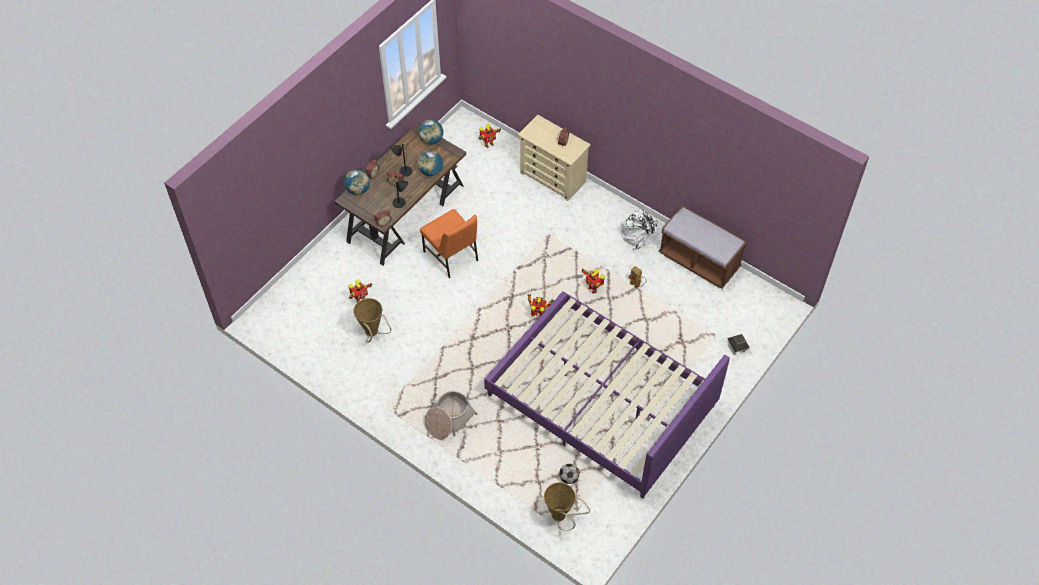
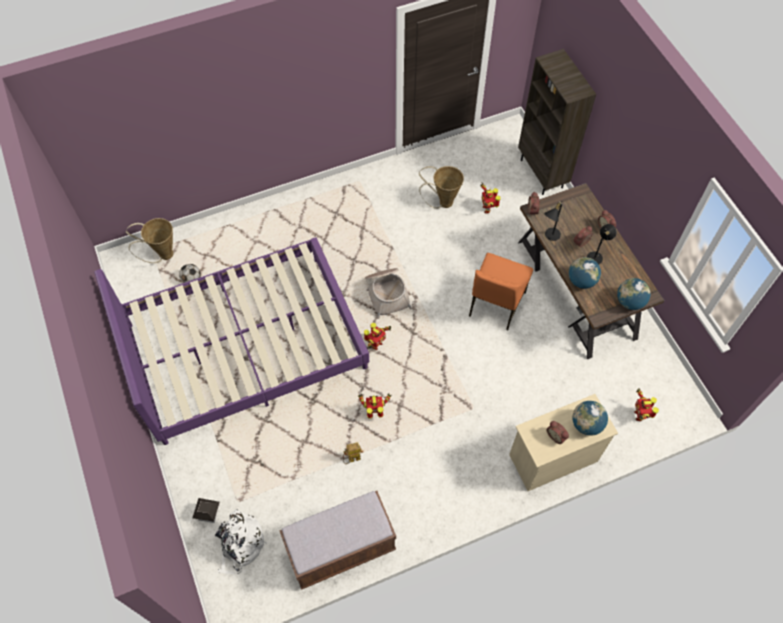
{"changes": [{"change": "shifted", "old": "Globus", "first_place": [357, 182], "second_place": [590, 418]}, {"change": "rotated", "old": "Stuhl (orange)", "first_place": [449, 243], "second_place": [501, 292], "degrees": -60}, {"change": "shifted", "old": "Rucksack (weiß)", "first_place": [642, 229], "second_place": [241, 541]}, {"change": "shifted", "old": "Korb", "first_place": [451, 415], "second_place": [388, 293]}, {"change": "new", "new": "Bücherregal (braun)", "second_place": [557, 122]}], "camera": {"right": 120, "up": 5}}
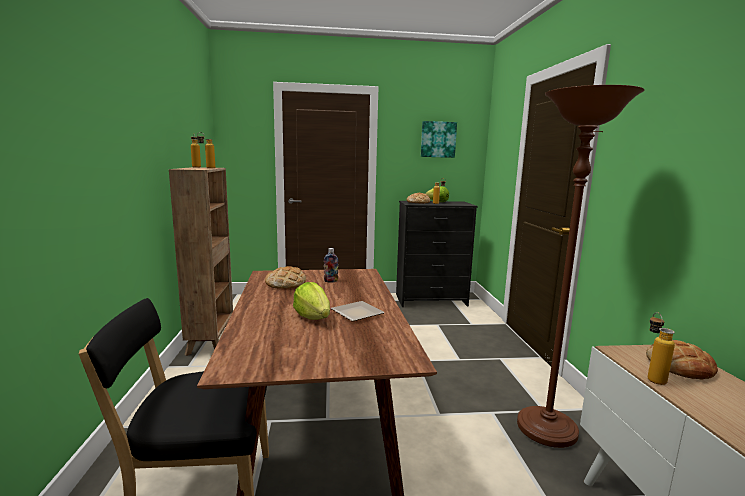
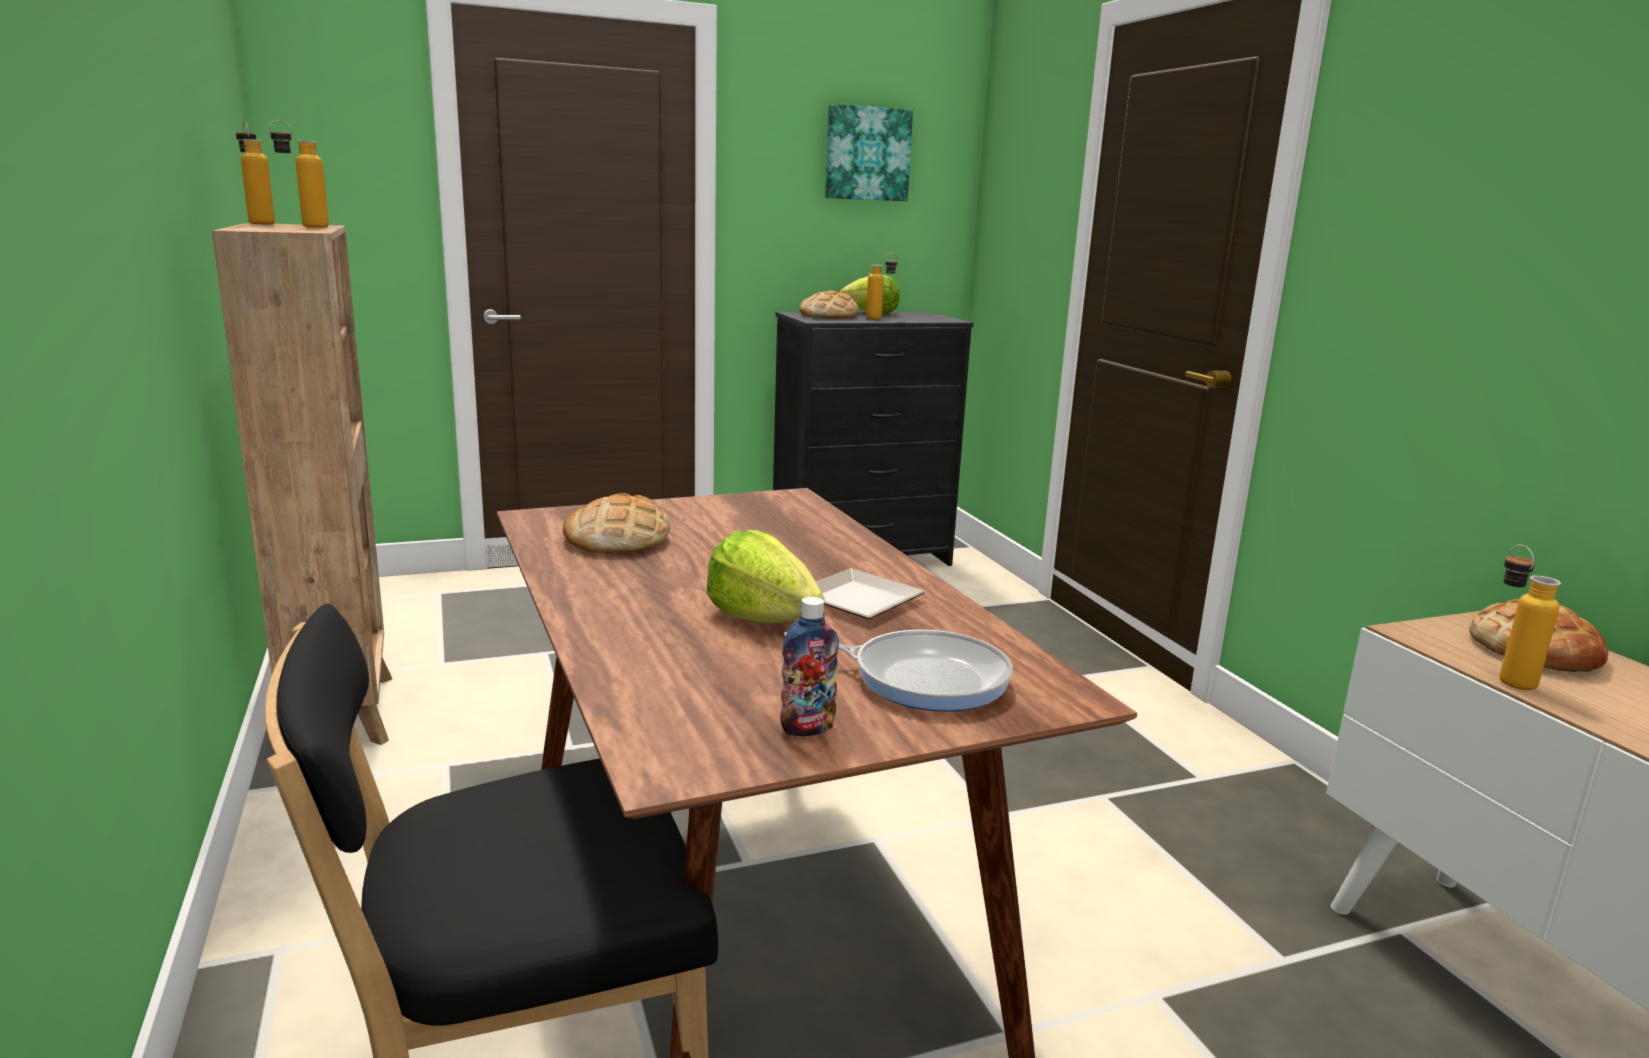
{"changes": [{"change": "gone", "old": "Stehlampe (braun)", "first_place": [581, 266]}, {"change": "shifted", "old": "Flasche", "first_place": [331, 265], "second_place": [809, 666]}, {"change": "new", "new": "Pfanne", "second_place": [898, 670]}], "camera": {"right": -15, "up": 5}}
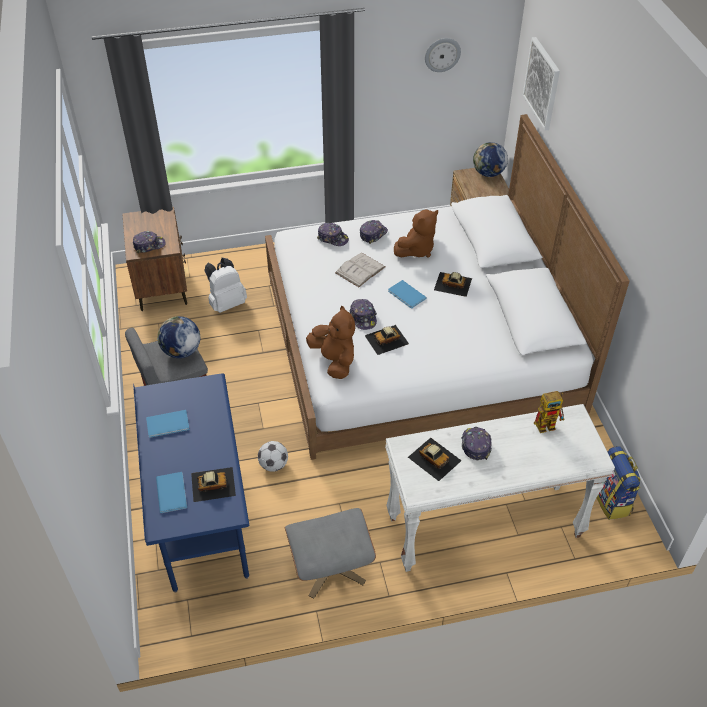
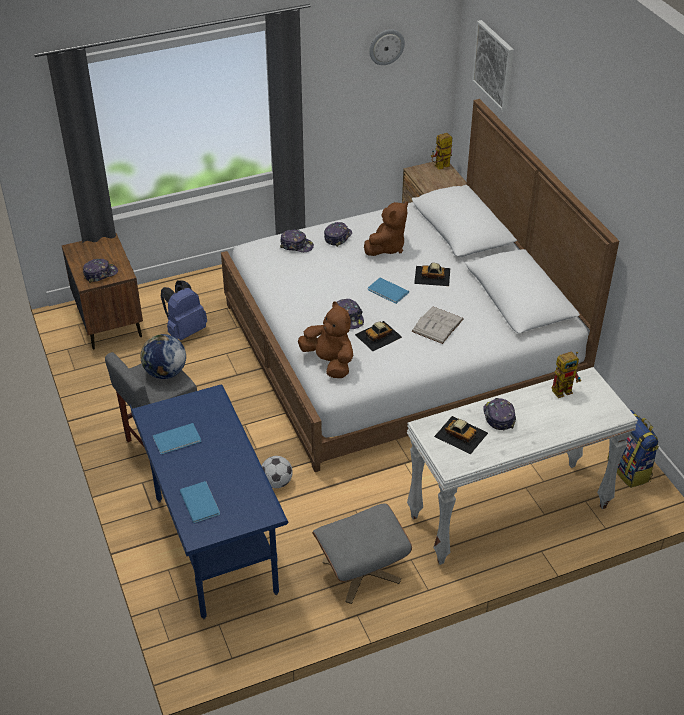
{"changes": [{"change": "swapped", "old": "Globus", "new": "Spielzeugroboter", "first_place": [490, 159], "second_place": [441, 151]}, {"change": "shifted", "old": "Buch (weiß)", "first_place": [360, 270], "second_place": [437, 325]}, {"change": "repainted", "old": "Rucksack (weiß)", "new": "Rucksack (blau)", "first_place": [225, 285], "second_place": [184, 310]}, {"change": "gone", "old": "Spielzeugauto", "first_place": [213, 484]}], "camera": {"right": -10, "up": -5}}
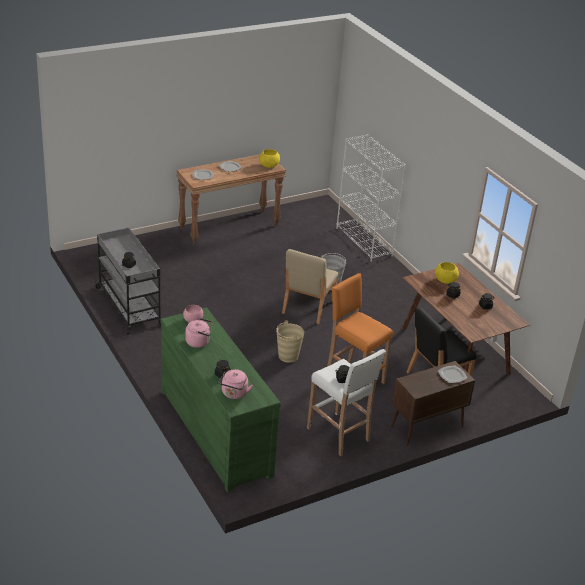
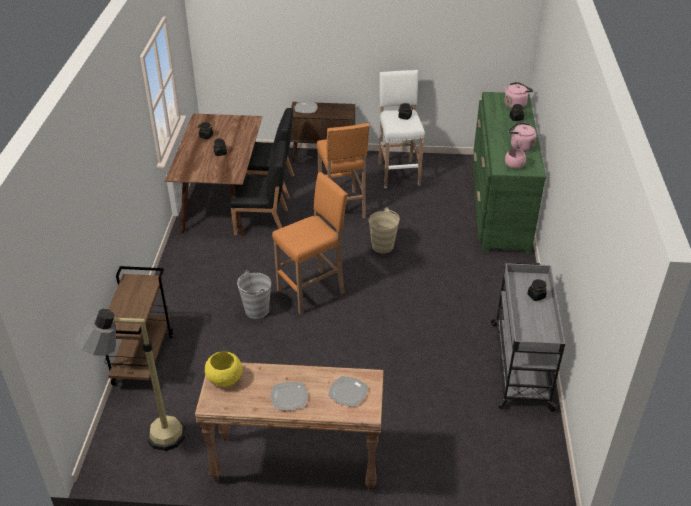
{"changes": [{"change": "swapped", "old": "Bücherregal (weiß)", "new": "Rollwagen (braun)", "first_place": [371, 198], "second_place": [139, 325]}, {"change": "swapped", "old": "Stuhl (beige)", "new": "Hocker (orange)", "first_place": [310, 286], "second_place": [310, 243]}, {"change": "gone", "old": "Schüssel (gelb)", "first_place": [447, 273]}, {"change": "new", "new": "Stuhl (schwarz)", "second_place": [259, 188]}, {"change": "new", "new": "Stehlampe", "second_place": [130, 380]}], "camera": {"right": -145, "up": 5}}
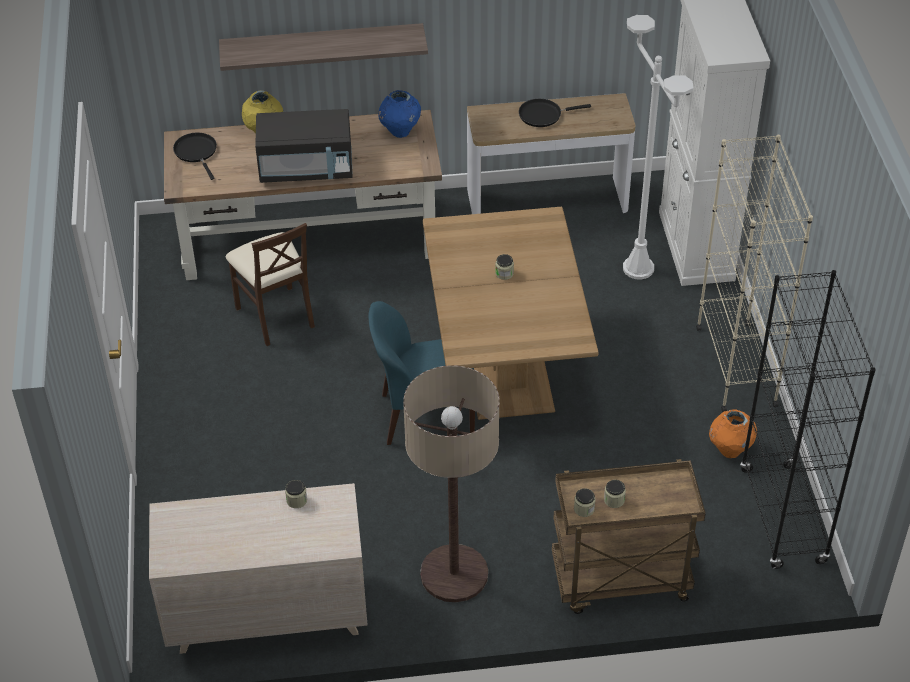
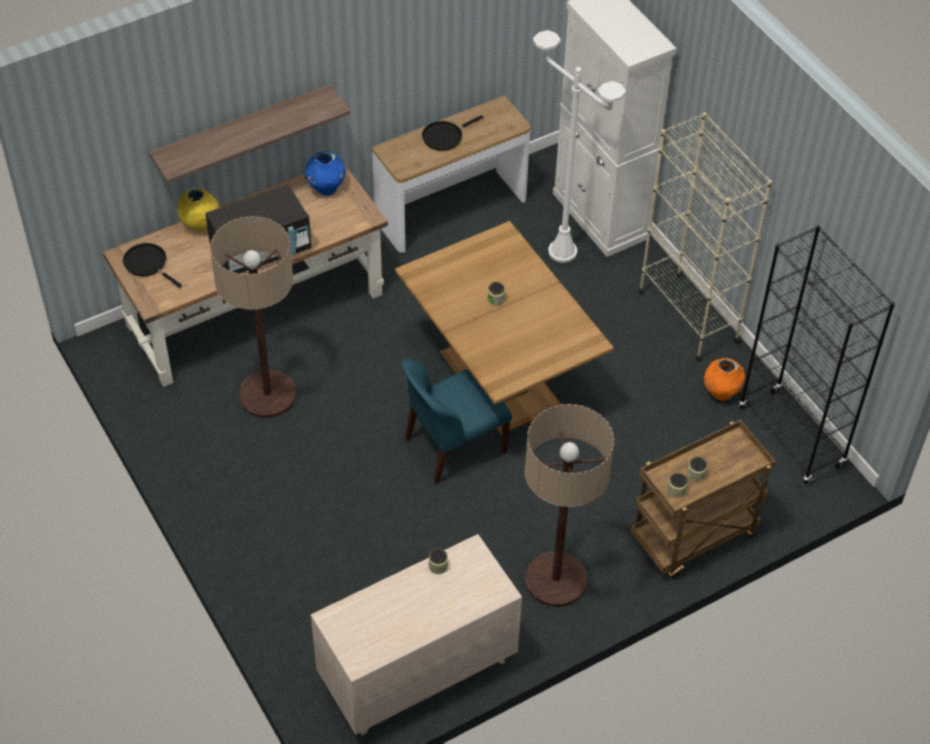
{"changes": [{"change": "swapped", "old": "Stuhl (beige)", "new": "Stehlampe", "first_place": [270, 284], "second_place": [253, 317]}], "camera": {"right": -25, "up": 5}}
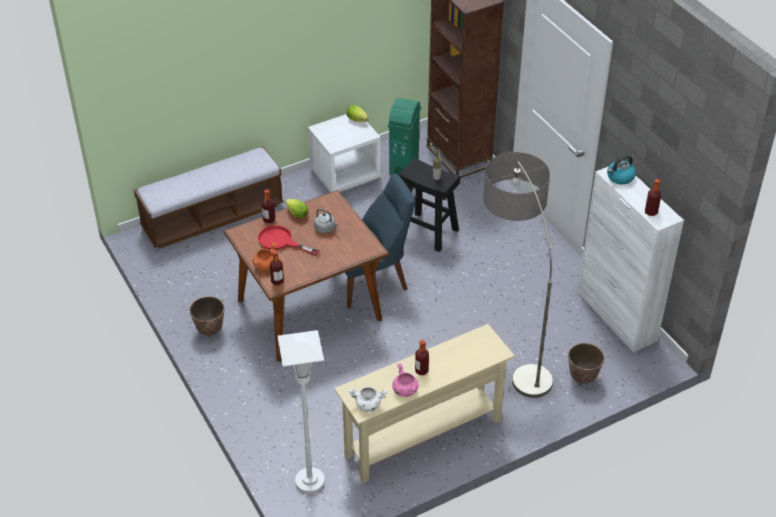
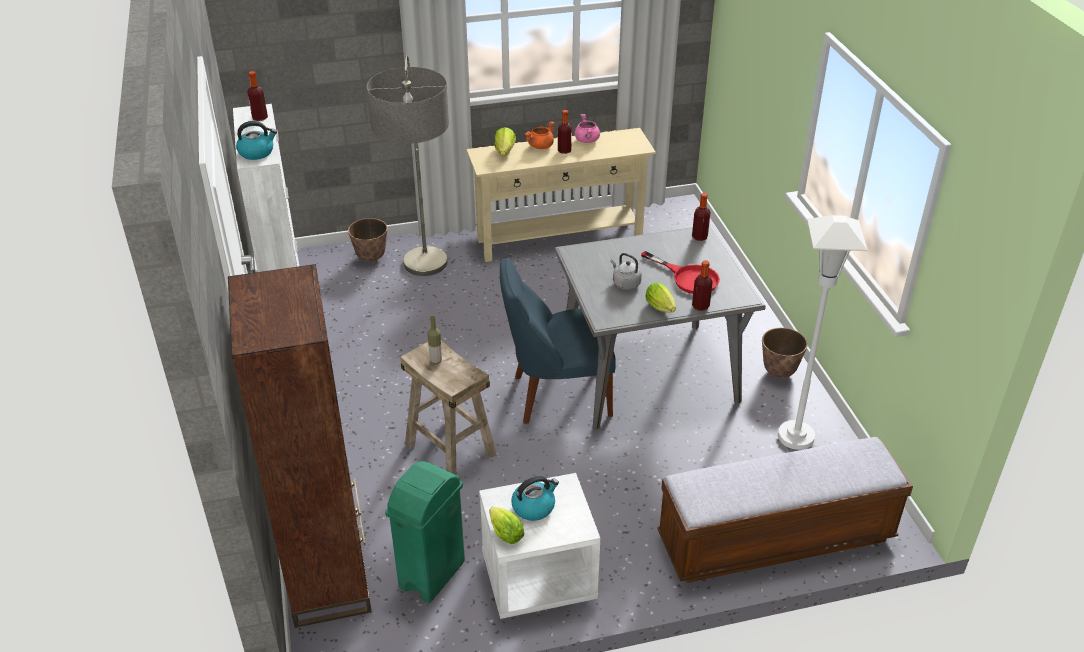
{"changes": [{"change": "repainted", "old": "Hocker (schwarz)", "new": "Hocker (beige)", "first_place": [429, 205], "second_place": [448, 408]}, {"change": "repainted", "old": "Esstisch (braun)", "new": "Esstisch (grau)", "first_place": [306, 276], "second_place": [660, 327]}, {"change": "shifted", "old": "Kochtopf (orange)", "first_place": [265, 257], "second_place": [540, 135]}, {"change": "shifted", "old": "Stehlampe (weiß)", "first_place": [301, 412], "second_place": [822, 332]}, {"change": "gone", "old": "Kochtopf (weiß)", "first_place": [368, 399]}, {"change": "new", "new": "Salatkopf", "second_place": [505, 141]}, {"change": "new", "new": "Wasserkessel", "second_place": [535, 498]}], "camera": {"right": -165, "up": -5}}
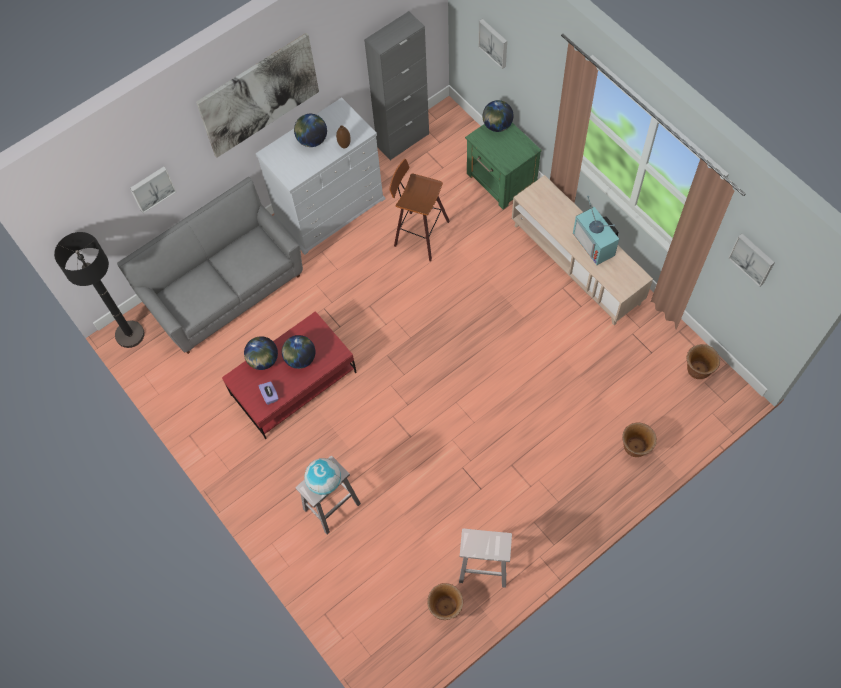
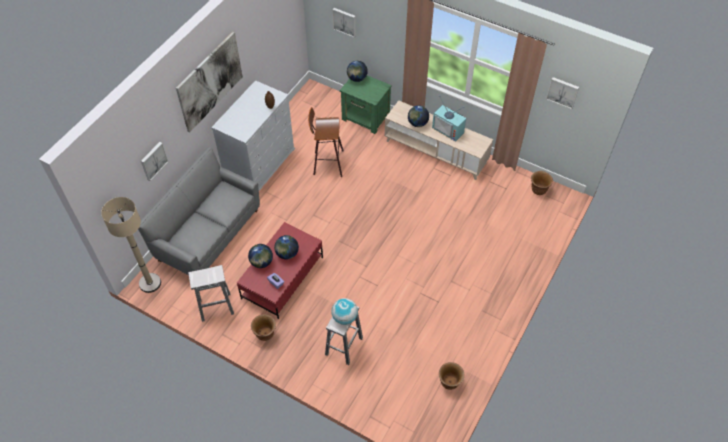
{"changes": [{"change": "gone", "old": "Schrank (grau)", "first_place": [396, 86]}, {"change": "shifted", "old": "Globus", "first_place": [310, 130], "second_place": [418, 116]}, {"change": "repainted", "old": "Stehlampe (schwarz)", "new": "Stehlampe (beige)", "first_place": [99, 290], "second_place": [131, 245]}, {"change": "shifted", "old": "Pflanzkübel (braun)", "first_place": [639, 440], "second_place": [263, 327]}, {"change": "shifted", "old": "Hocker (weiß)", "first_place": [485, 558], "second_place": [211, 293]}], "camera": {"right": -25, "up": -10}}
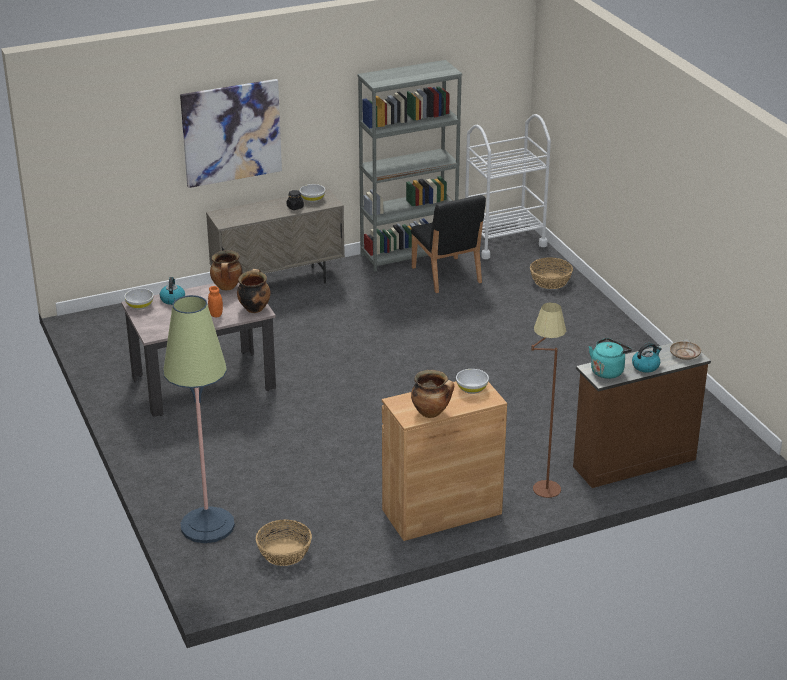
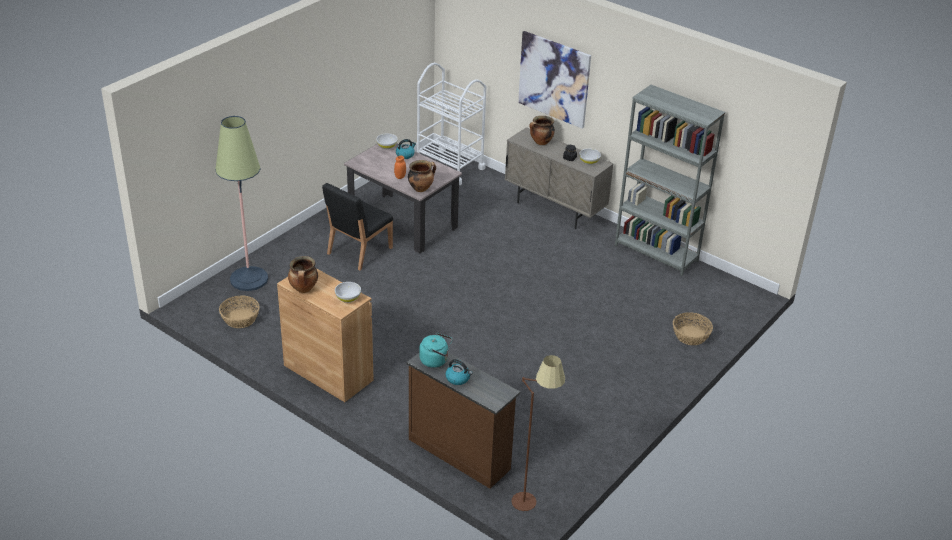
{"changes": [{"change": "shifted", "old": "Rollwagen (weiß)", "first_place": [508, 186], "second_place": [451, 124]}, {"change": "shifted", "old": "Stuhl (schwarz)", "first_place": [448, 244], "second_place": [357, 227]}, {"change": "shifted", "old": "Kochtopf", "first_place": [226, 270], "second_place": [542, 130]}, {"change": "shifted", "old": "Stehlampe (braun)", "first_place": [548, 400], "second_place": [538, 433]}, {"change": "gone", "old": "Teller (beige)", "first_place": [685, 350]}], "camera": {"right": 60, "up": 5}}
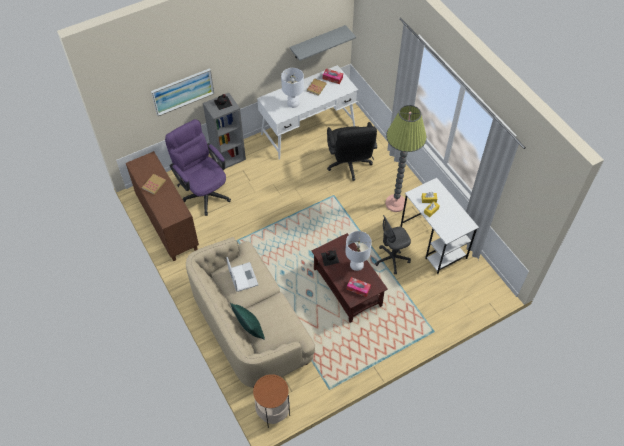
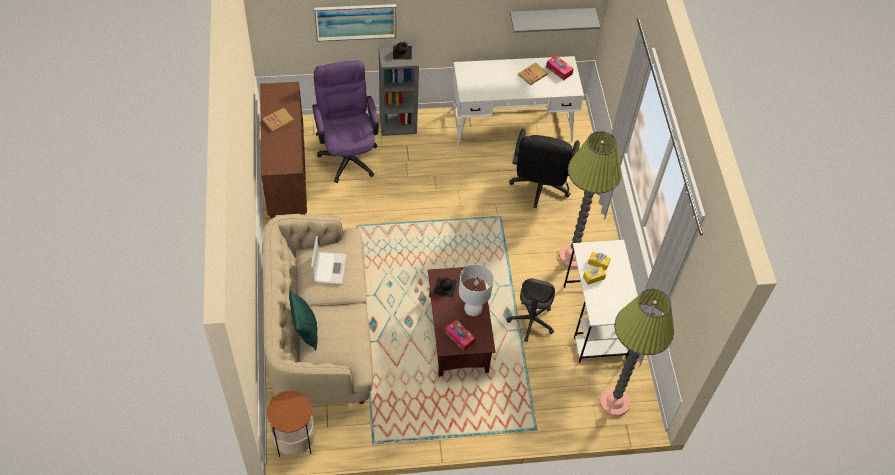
{"changes": [{"change": "gone", "old": "Tischlampe (weiß)", "first_place": [292, 88]}, {"change": "rotated", "old": "Bürostuhl (grau)", "first_place": [393, 245], "second_place": [531, 310], "degrees": -75}, {"change": "new", "new": "Stehlampe", "second_place": [636, 353]}], "camera": {"right": 20, "up": 0}}
